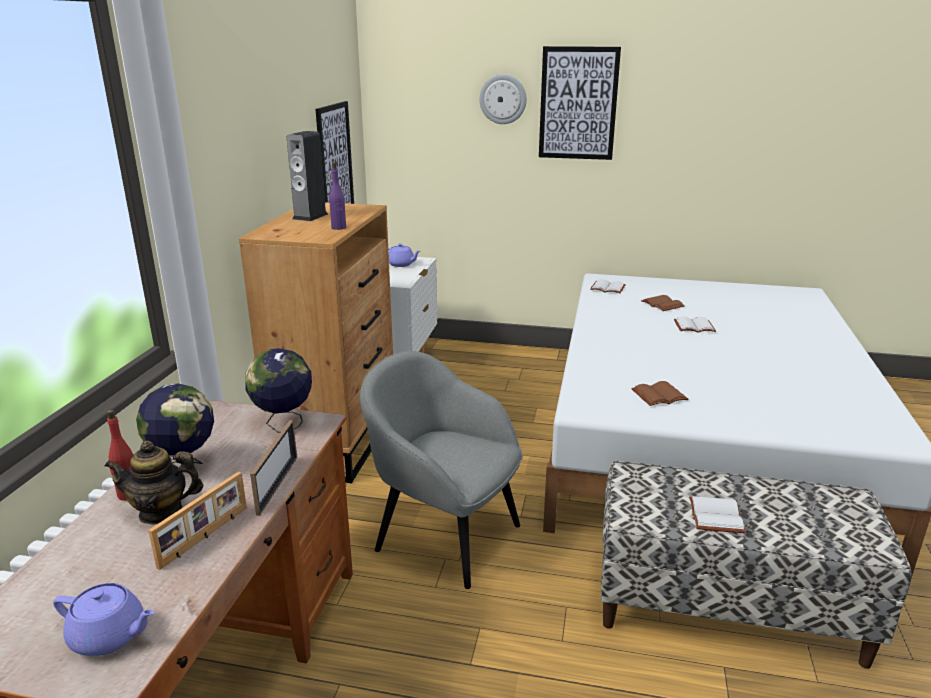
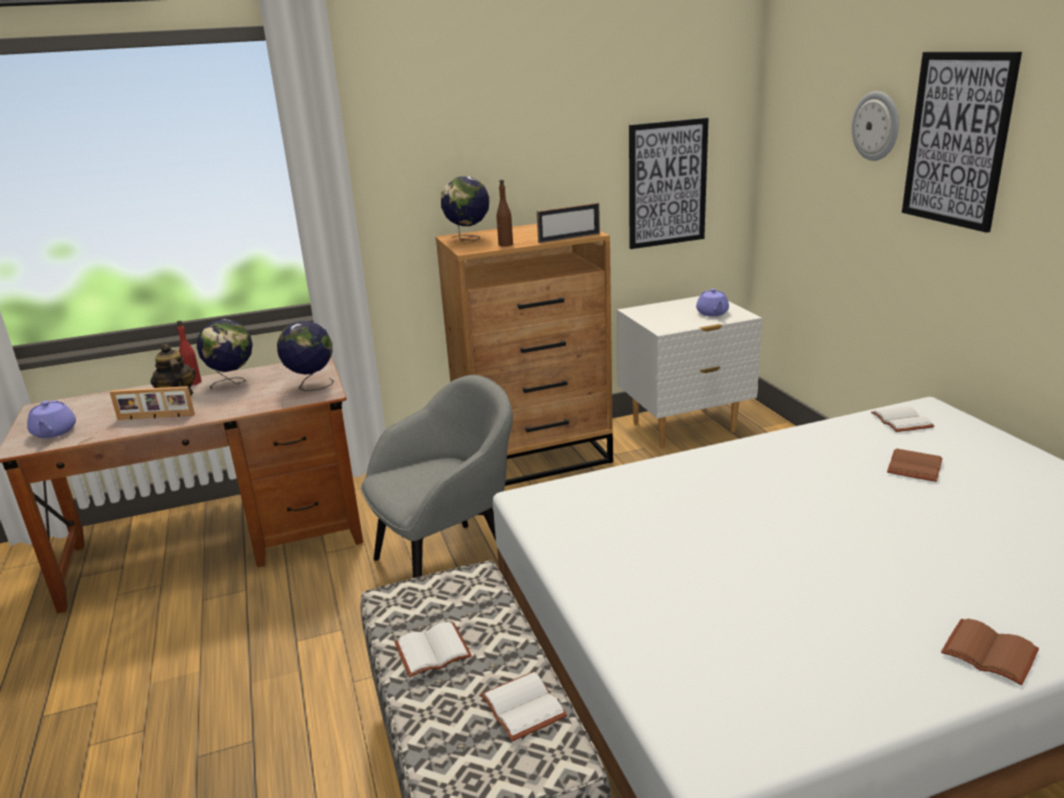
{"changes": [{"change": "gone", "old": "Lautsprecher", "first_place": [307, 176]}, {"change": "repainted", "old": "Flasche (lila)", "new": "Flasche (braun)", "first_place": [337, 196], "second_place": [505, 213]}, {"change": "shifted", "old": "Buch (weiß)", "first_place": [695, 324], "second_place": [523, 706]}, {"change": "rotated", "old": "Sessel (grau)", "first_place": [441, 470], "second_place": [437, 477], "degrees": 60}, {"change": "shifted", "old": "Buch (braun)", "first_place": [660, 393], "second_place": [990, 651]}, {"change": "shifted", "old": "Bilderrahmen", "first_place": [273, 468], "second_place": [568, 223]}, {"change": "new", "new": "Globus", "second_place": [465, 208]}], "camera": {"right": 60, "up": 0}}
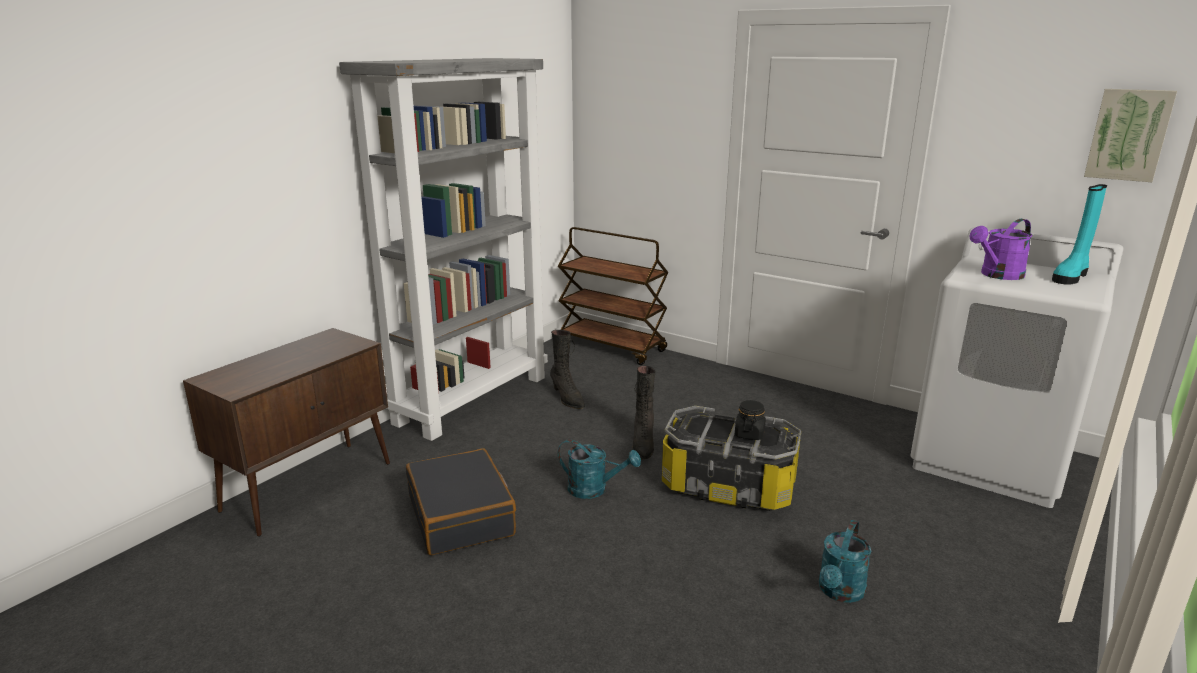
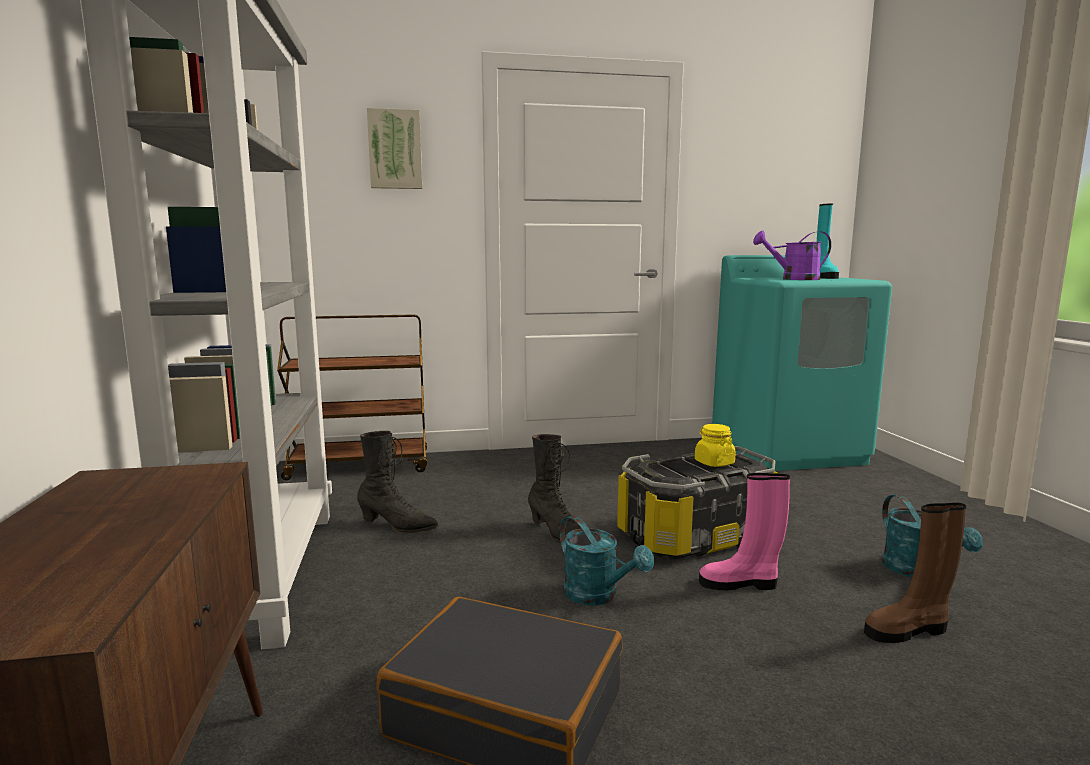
{"changes": [{"change": "shifted", "old": "Bild", "first_place": [1130, 135], "second_place": [394, 148]}, {"change": "rotated", "old": "Gießkanne (lila)", "first_place": [1001, 249], "second_place": [792, 255], "degrees": 75}, {"change": "repainted", "old": "Waschmaschine (weiß)", "new": "Waschmaschine (türkis)", "first_place": [1017, 367], "second_place": [802, 363]}, {"change": "repainted", "old": "Vorratsglas (schwarz)", "new": "Vorratsglas (gelb)", "first_place": [750, 420], "second_place": [715, 445]}, {"change": "rotated", "old": "Gießkanne (türkis)", "first_place": [599, 469], "second_place": [606, 560], "degrees": 75}, {"change": "new", "new": "Stiefel (rosa)", "second_place": [744, 531]}, {"change": "new", "new": "Stiefel (braun)", "second_place": [915, 573]}], "camera": {"right": -45, "up": -10}}
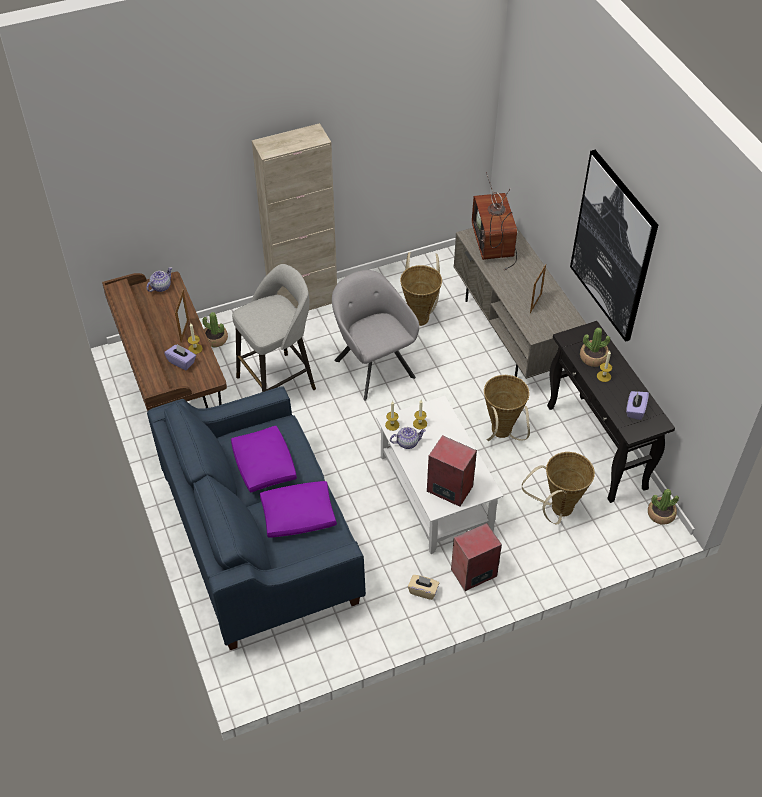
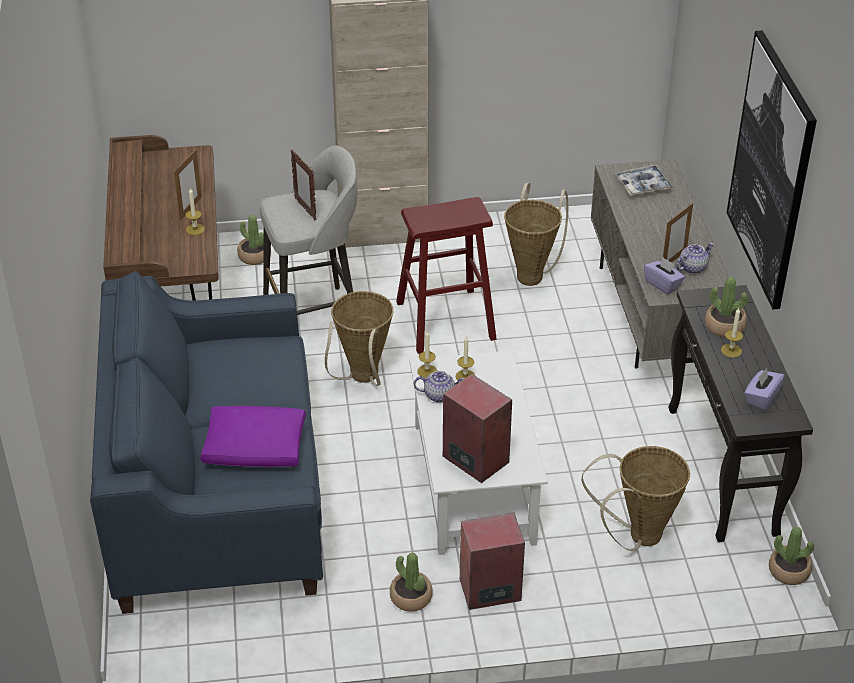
{"changes": [{"change": "swapped", "old": "Fernseher", "new": "Tablett", "first_place": [494, 221], "second_place": [644, 180]}, {"change": "shifted", "old": "Teekanne", "first_place": [159, 279], "second_place": [695, 258]}, {"change": "swapped", "old": "Sessel (grau)", "new": "Hocker (rot)", "first_place": [375, 335], "second_place": [446, 275]}, {"change": "shifted", "old": "Taschentuchbox (lila)", "first_place": [180, 357], "second_place": [664, 275]}, {"change": "shifted", "old": "Korb", "first_place": [507, 408], "second_place": [359, 338]}, {"change": "gone", "old": "Kissen (lila)", "first_place": [264, 459]}, {"change": "swapped", "old": "Taschentuchbox (beige)", "new": "Topfpflanze", "first_place": [423, 587], "second_place": [411, 582]}, {"change": "new", "new": "Bilderrahmen", "second_place": [303, 185]}], "camera": {"right": 15, "up": -10}}
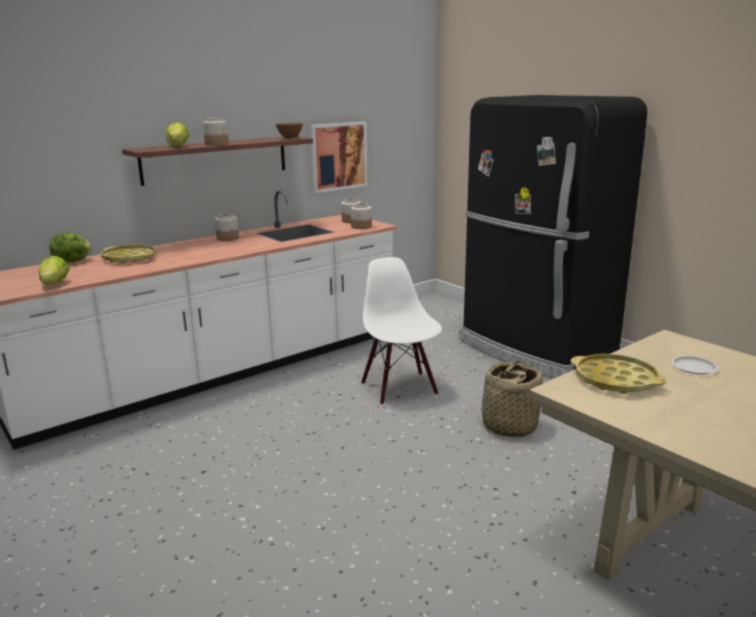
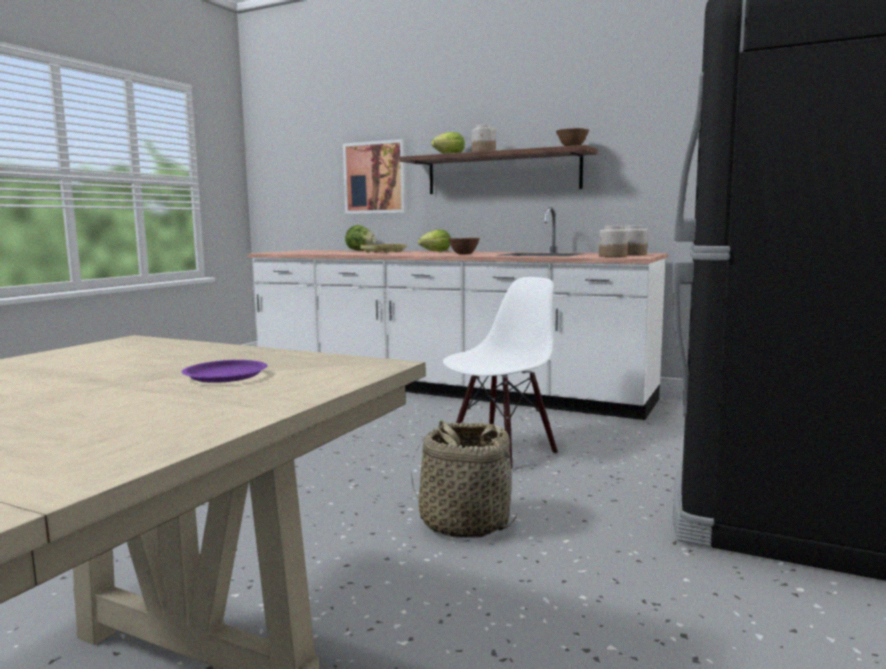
{"changes": [{"change": "shifted", "old": "Bild", "first_place": [339, 157], "second_place": [375, 176]}, {"change": "gone", "old": "Vorratsglas", "first_place": [227, 227]}, {"change": "shifted", "old": "Salatkopf", "first_place": [54, 270], "second_place": [434, 241]}, {"change": "gone", "old": "Tablett (gelb)", "first_place": [619, 374]}, {"change": "repainted", "old": "Teller (weiß)", "new": "Teller (lila)", "first_place": [695, 365], "second_place": [225, 371]}, {"change": "new", "new": "Schüssel (braun)", "second_place": [464, 246]}], "camera": {"right": 65, "up": -10}}
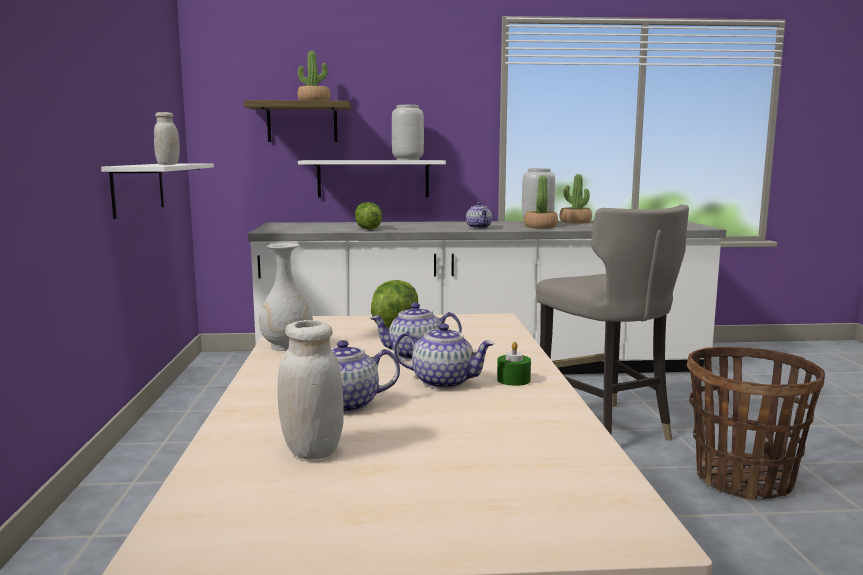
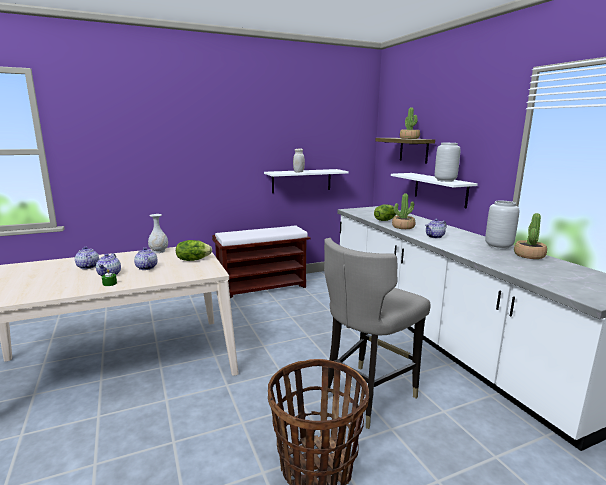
{"changes": [{"change": "shifted", "old": "Topfpflanze", "first_place": [541, 202], "second_place": [403, 211]}, {"change": "gone", "old": "Vorratsglas (weiß)", "first_place": [311, 390]}, {"change": "new", "new": "Bank (braun)", "second_place": [261, 261]}], "camera": {"right": 70, "up": 5}}
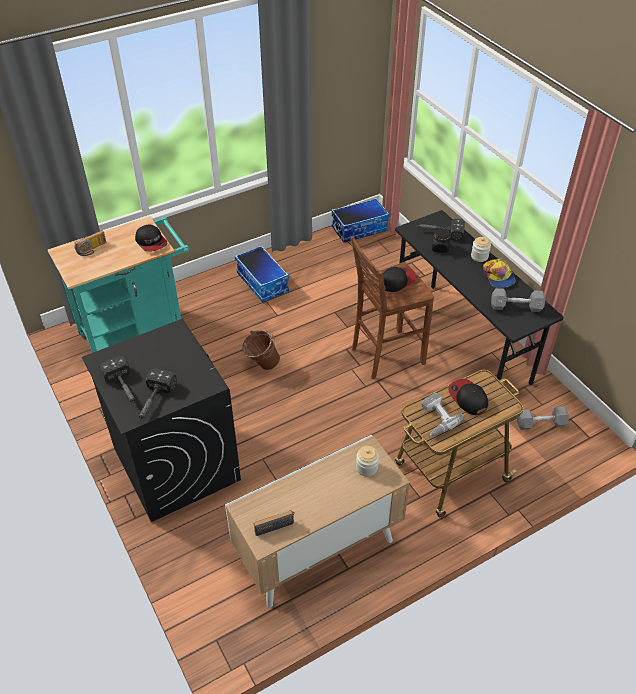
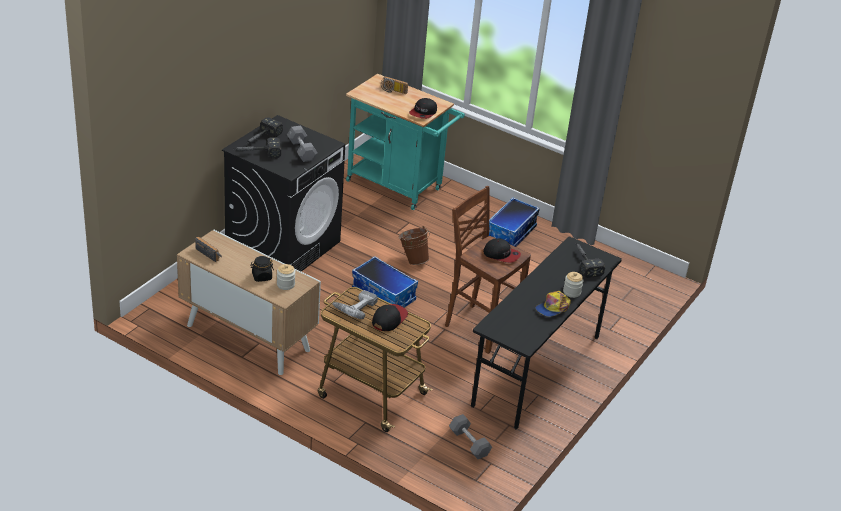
{"changes": [{"change": "shifted", "old": "Aufbewahrungsbox", "first_place": [360, 220], "second_place": [385, 282]}, {"change": "shifted", "old": "Vorratsglas (schwarz)", "first_place": [441, 240], "second_place": [262, 269]}, {"change": "shifted", "old": "Hantel (grau)", "first_place": [518, 300], "second_place": [302, 144]}], "camera": {"right": 60, "up": -10}}
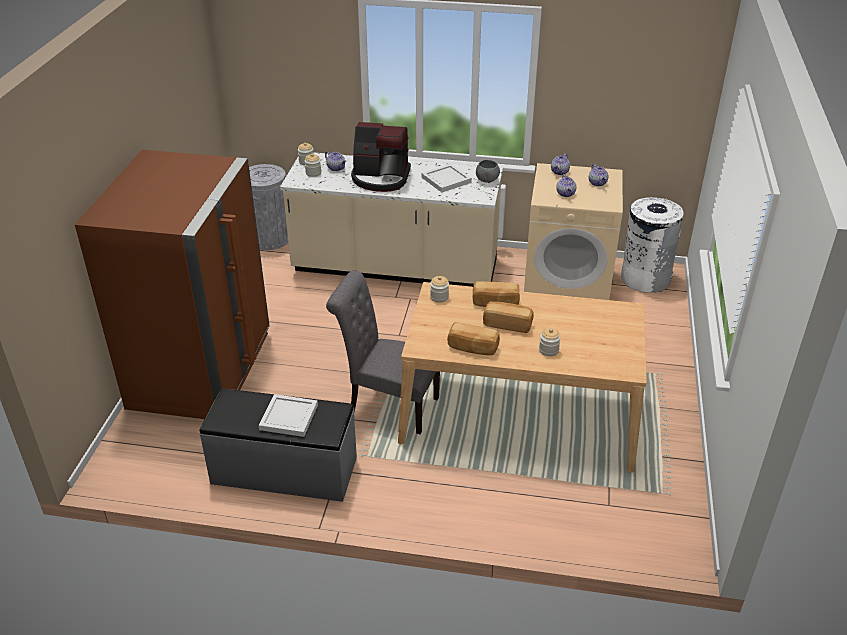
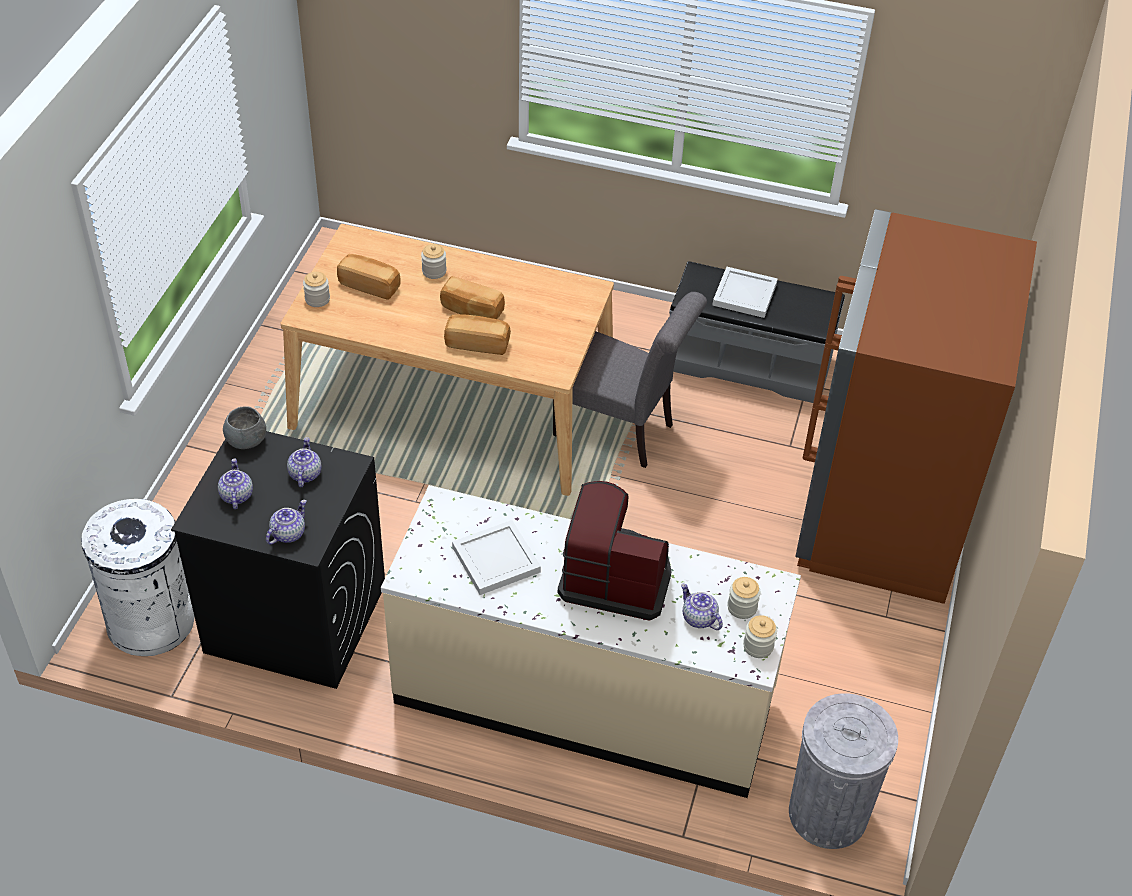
{"changes": [{"change": "shifted", "old": "Schüssel (grau)", "first_place": [488, 171], "second_place": [244, 427]}, {"change": "repainted", "old": "Waschmaschine (beige)", "new": "Waschmaschine (schwarz)", "first_place": [573, 231], "second_place": [278, 560]}, {"change": "shifted", "old": "Vorratsglas", "first_place": [439, 289], "second_place": [316, 289]}, {"change": "shifted", "old": "Brot", "first_place": [473, 338], "second_place": [369, 277]}], "camera": {"right": -175, "up": 10}}
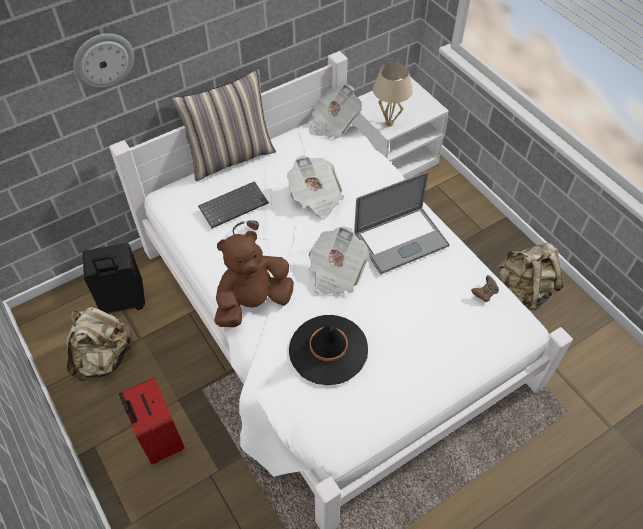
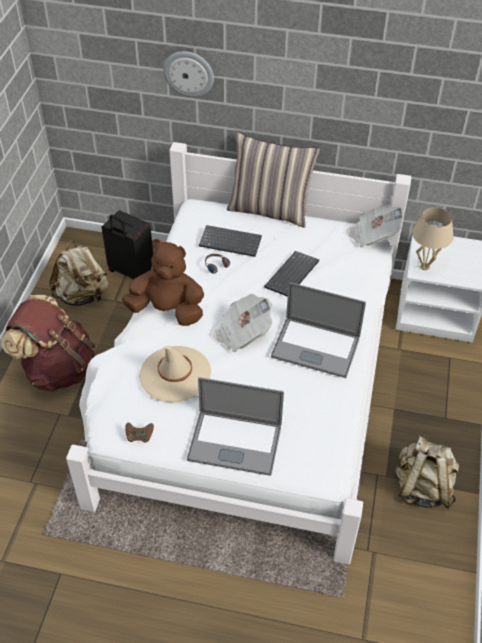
{"changes": [{"change": "swapped", "old": "Zeitung", "new": "Tastatur", "first_place": [315, 187], "second_place": [291, 274]}, {"change": "shifted", "old": "Gamepad (braun)", "first_place": [485, 288], "second_place": [139, 432]}, {"change": "repainted", "old": "Hut (schwarz)", "new": "Hut (beige)", "first_place": [328, 350], "second_place": [175, 373]}, {"change": "swapped", "old": "Koffer (rot)", "new": "Rucksack (braun)", "first_place": [152, 420], "second_place": [48, 343]}, {"change": "new", "new": "Laptop", "second_place": [235, 426]}], "camera": {"right": 45, "up": -5}}
